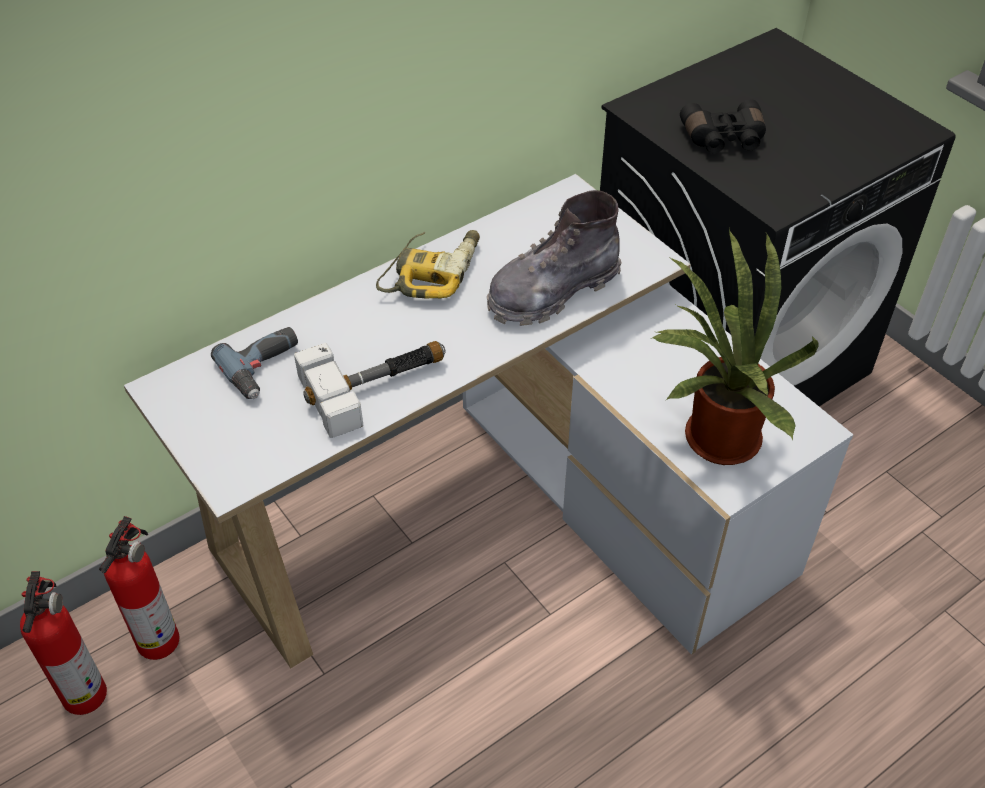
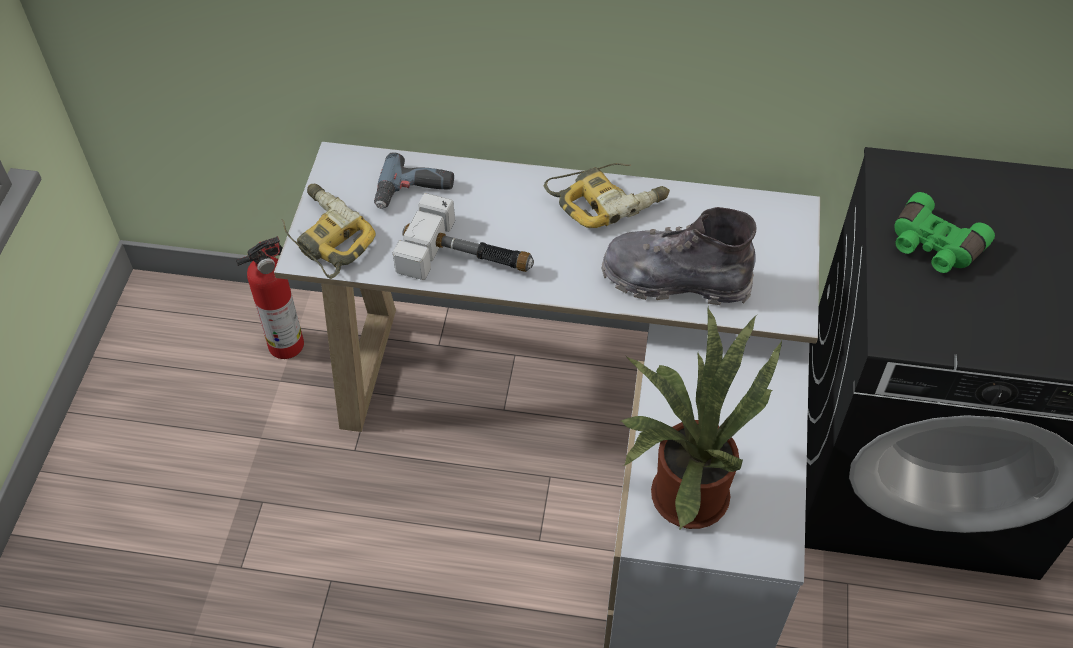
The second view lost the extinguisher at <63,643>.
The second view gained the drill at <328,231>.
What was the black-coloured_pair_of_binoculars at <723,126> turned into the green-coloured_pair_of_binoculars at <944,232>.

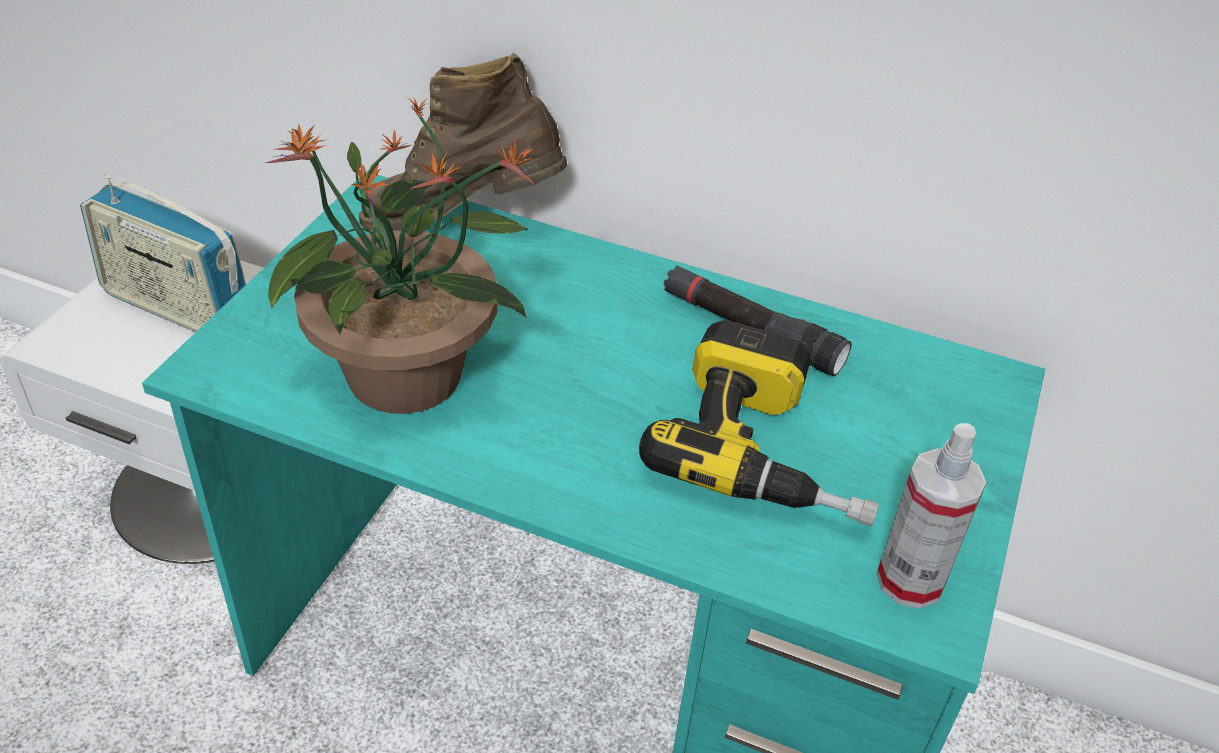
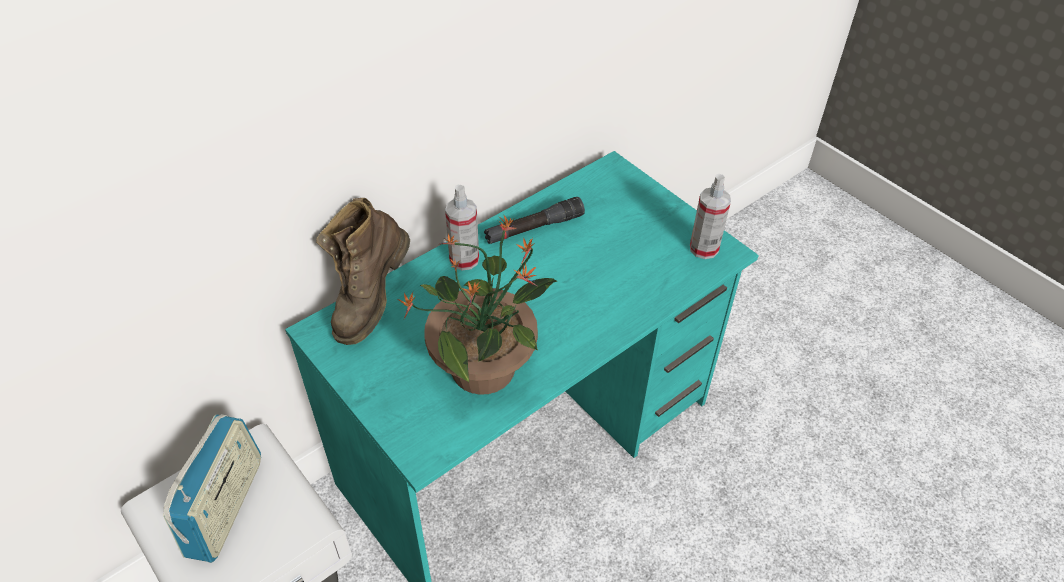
The second view lost the drill at <759,423>.
The second view gained the hand_sprayer at <462,227>.
The radio_receiver at <163,253> ended up facing another way, 45 degrees counterclockwise from before.

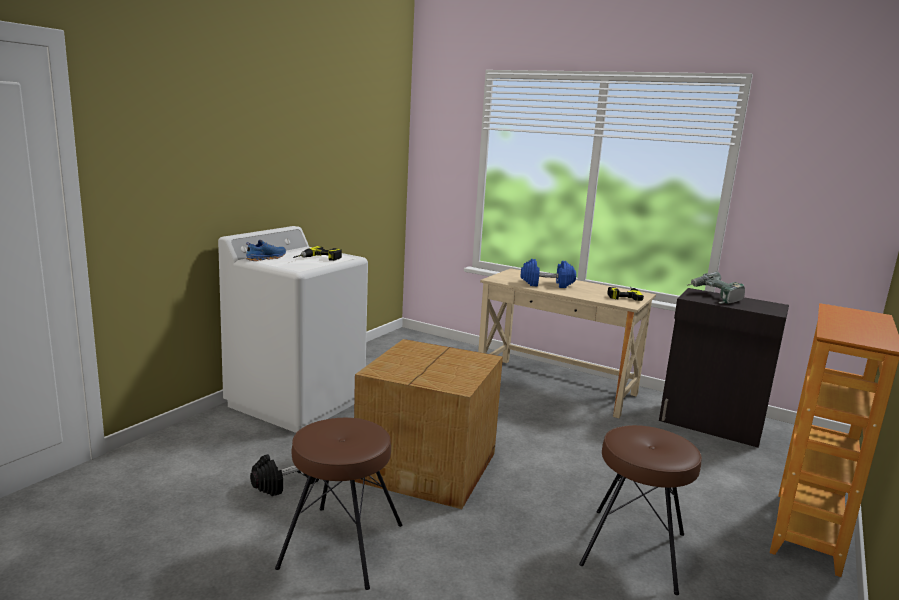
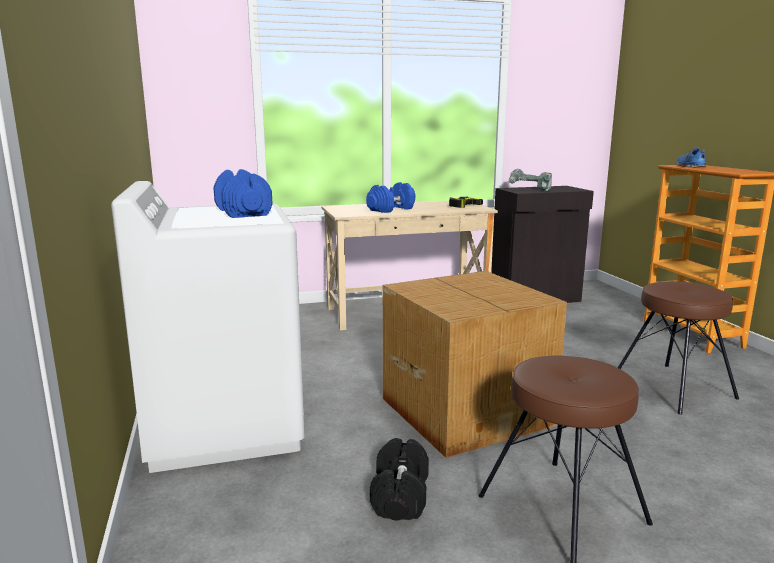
The blue_low_shoe ended up elsewhere, having gone from <265,250> to <691,157>.
Where the drill stood at <317,253>, the blue_dumbbell came to stand at <243,193>.

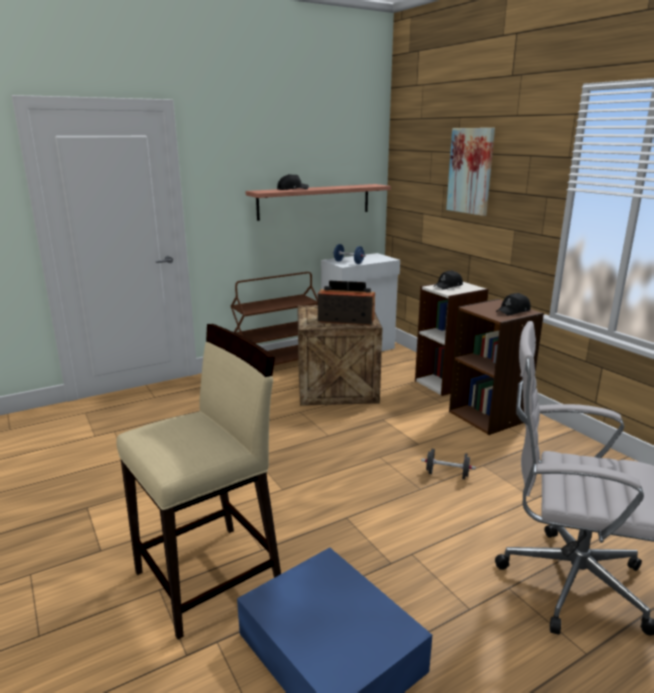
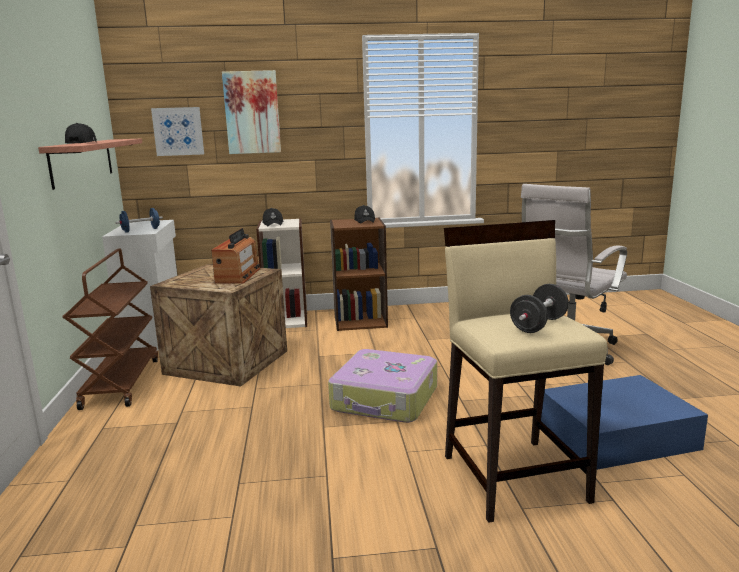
The second view gained the wall_picture at <177,131>.
The second view gained the piece_of_luggage at <382,386>.
The black-coloured_dumbbell ended up elsewhere, having gone from <448,464> to <539,308>.
The radio_receiver at <346,303> ended up facing another way, 150 degrees clockwise from before.

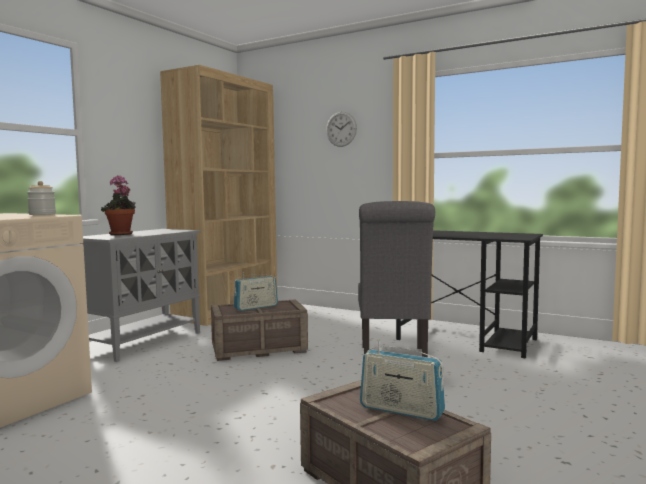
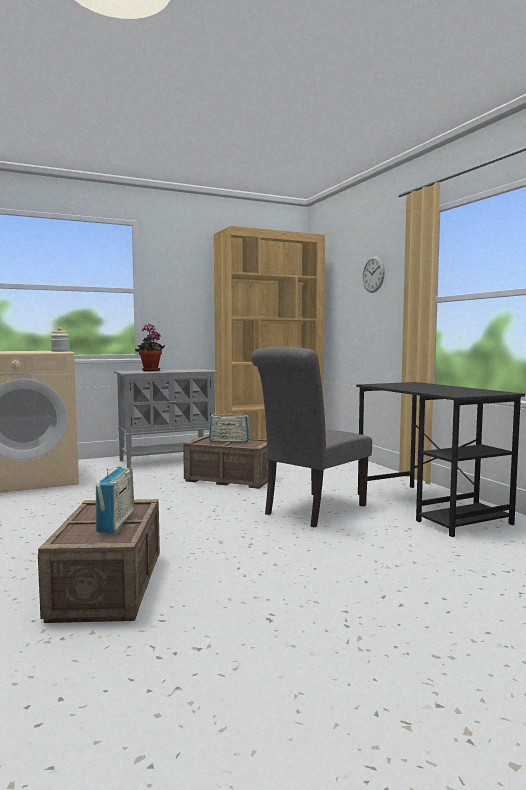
The radio_receiver at <402,380> ended up facing another way, 150 degrees counterclockwise from before.

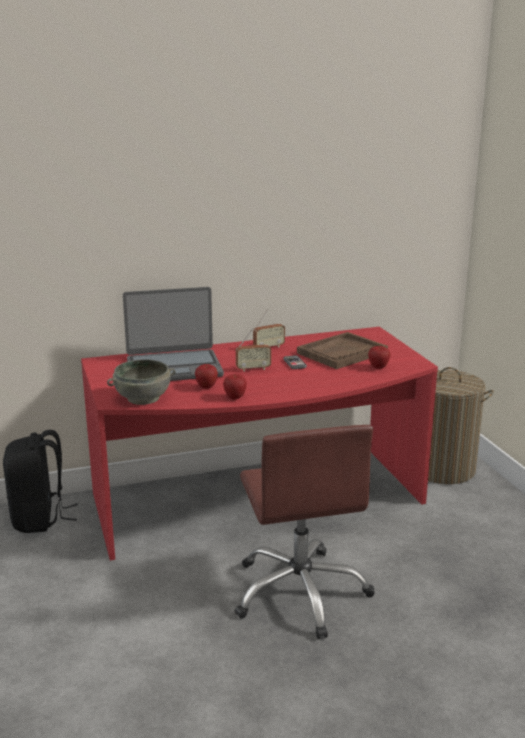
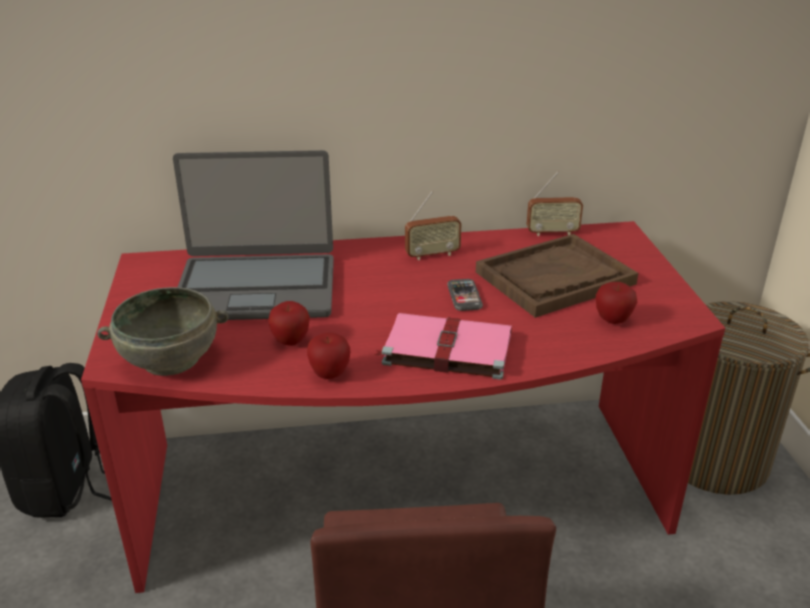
The second view gained the pink-coloured_book at <443,346>.
The radio_receiver ended up elsewhere, having gone from <253,350> to <555,203>.

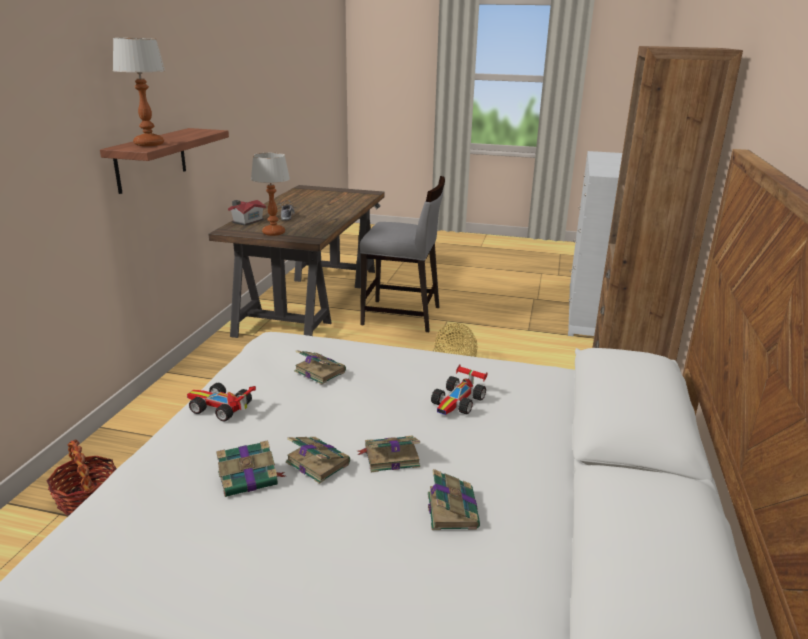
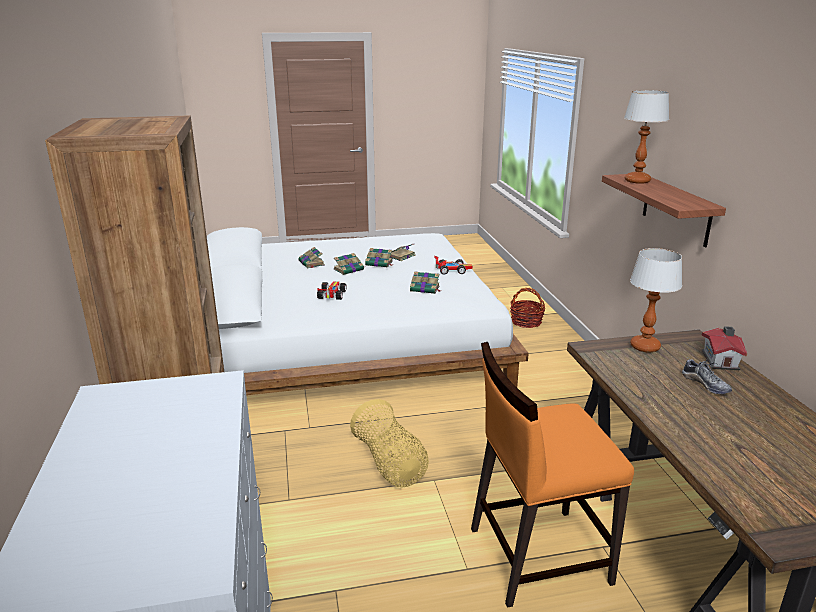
What was the grey_upright_chair at <402,254> turned into the orangey_upright_chair at <552,475>.

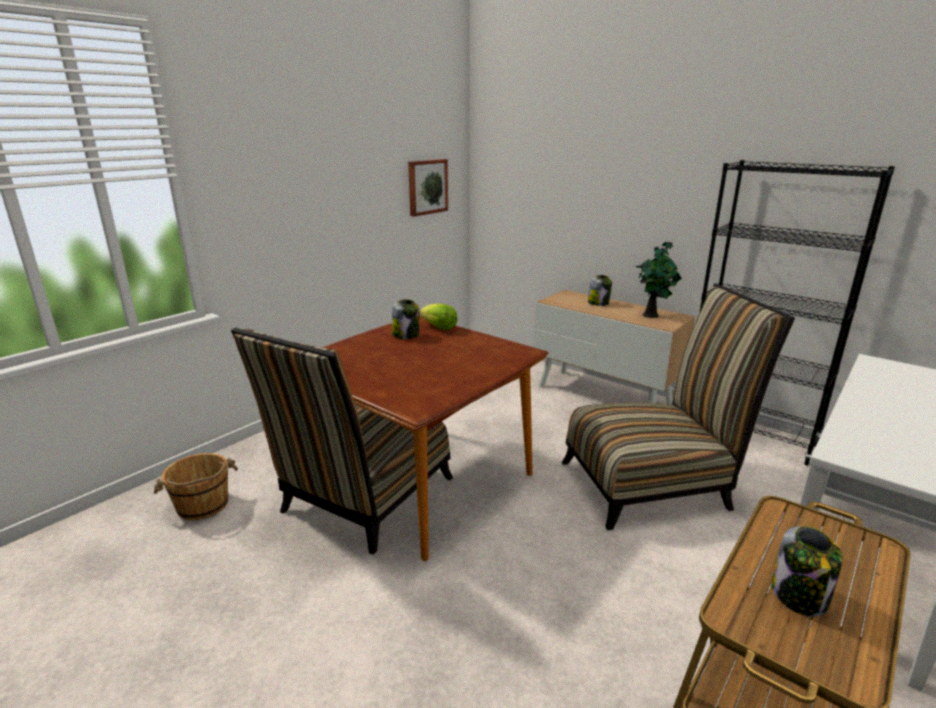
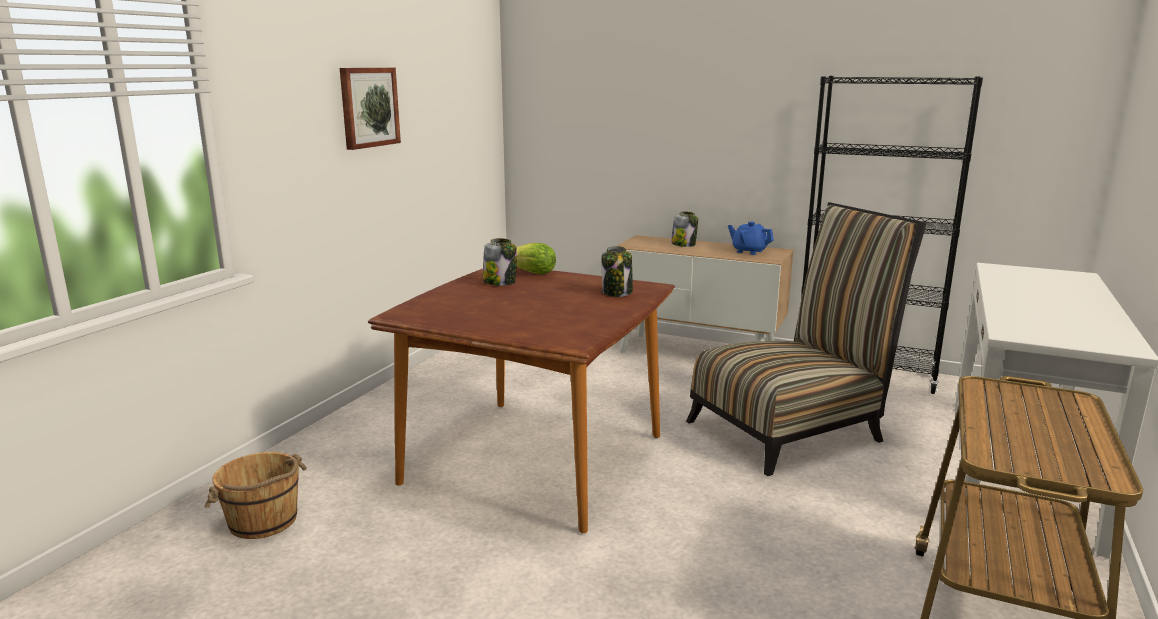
The second view lost the upright_chair at <342,441>.
The wall_picture ended up elsewhere, having gone from <428,188> to <370,109>.
The storage_jar ended up elsewhere, having gone from <807,571> to <617,271>.
Where the houseplant stood at <658,280>, the blue_teapot came to stand at <751,238>.

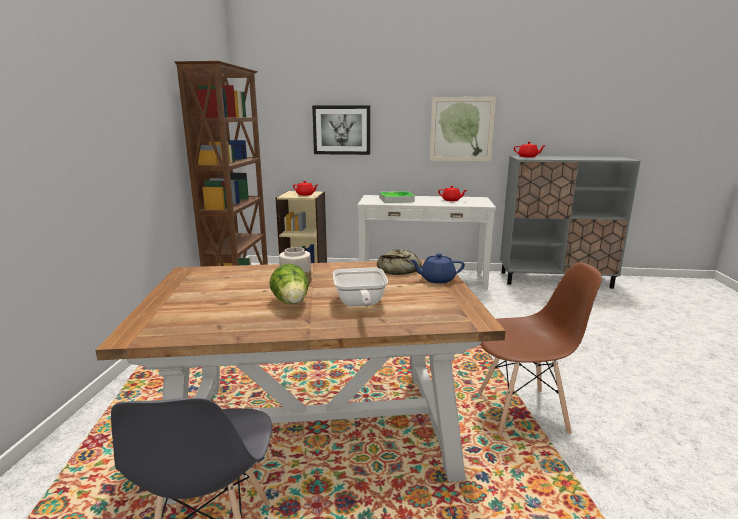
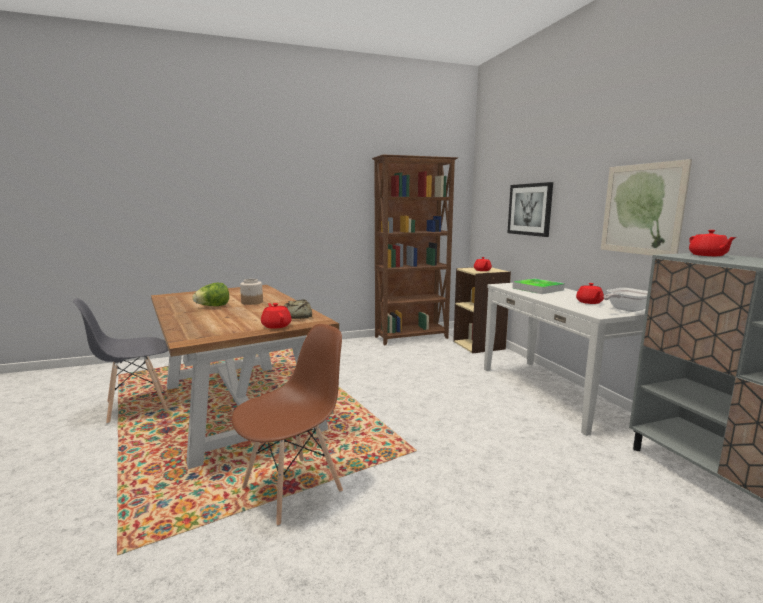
The pan ended up elsewhere, having gone from <360,287> to <626,300>.
What was the blue_teapot at <437,268> turned into the reddish_teapot at <276,316>.
The brown_upright_chair at <540,348> ended up facing another way, 105 degrees counterclockwise from before.

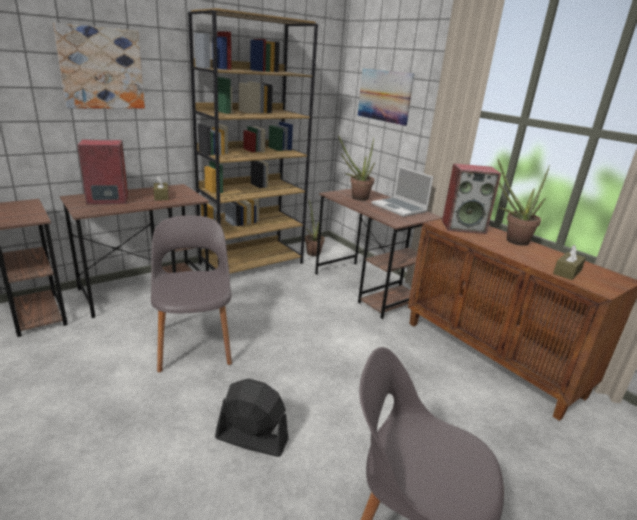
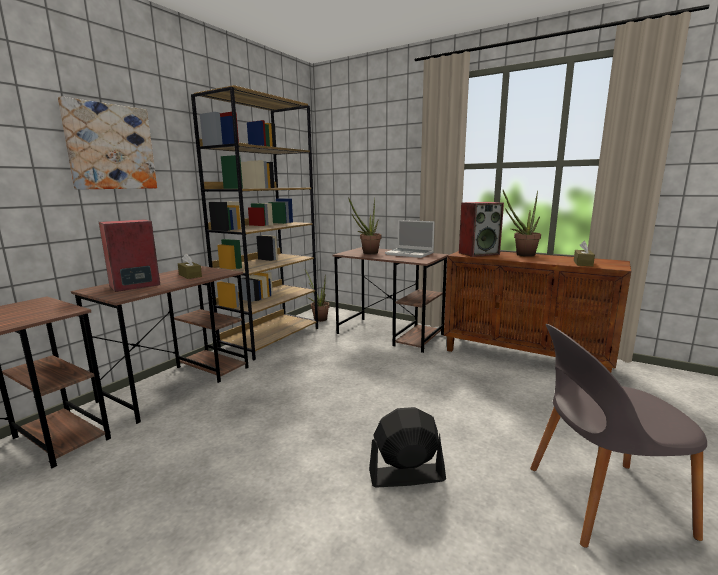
The second view lost the grey_upright_chair at <191,294>.
The second view lost the wall_picture at <386,97>.

